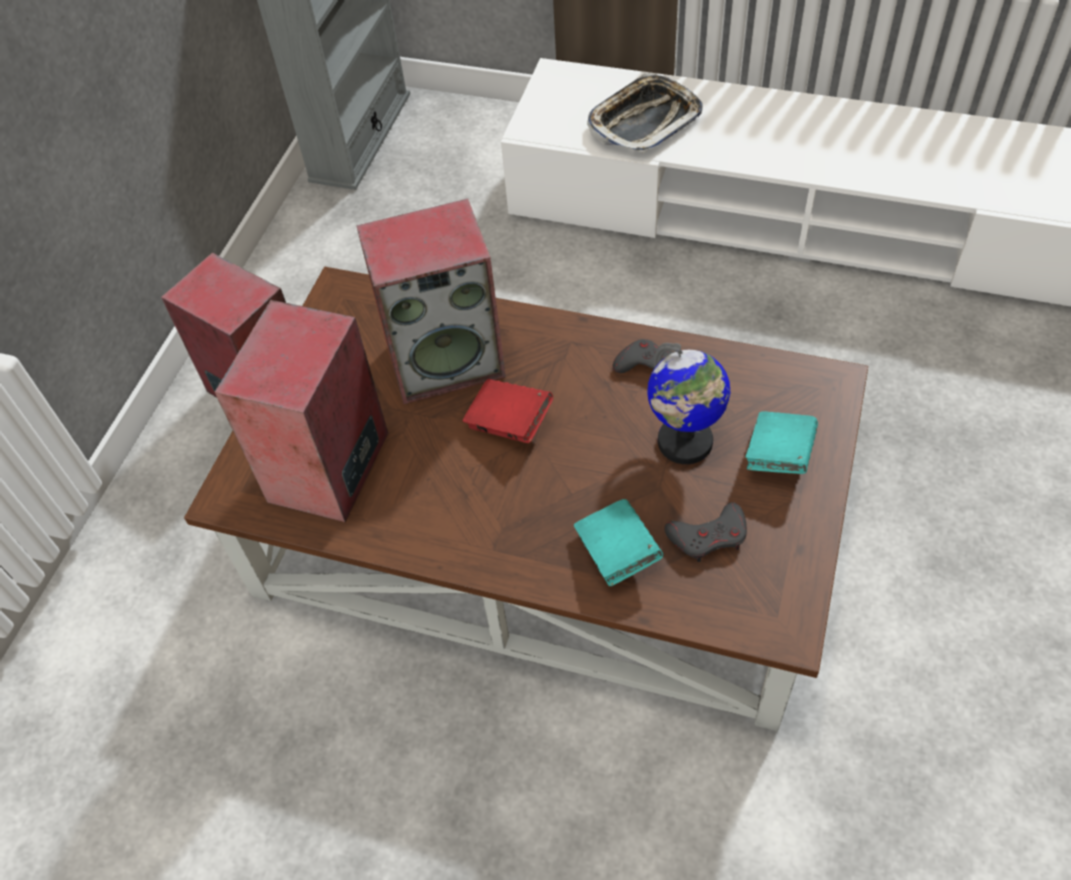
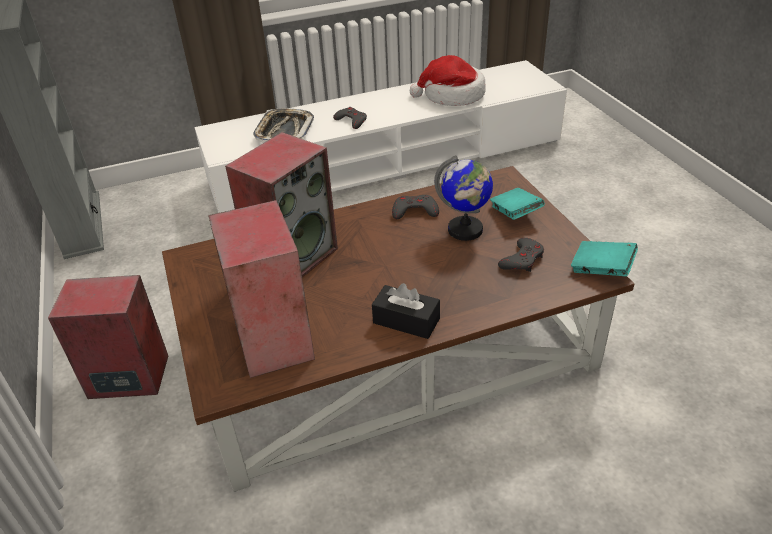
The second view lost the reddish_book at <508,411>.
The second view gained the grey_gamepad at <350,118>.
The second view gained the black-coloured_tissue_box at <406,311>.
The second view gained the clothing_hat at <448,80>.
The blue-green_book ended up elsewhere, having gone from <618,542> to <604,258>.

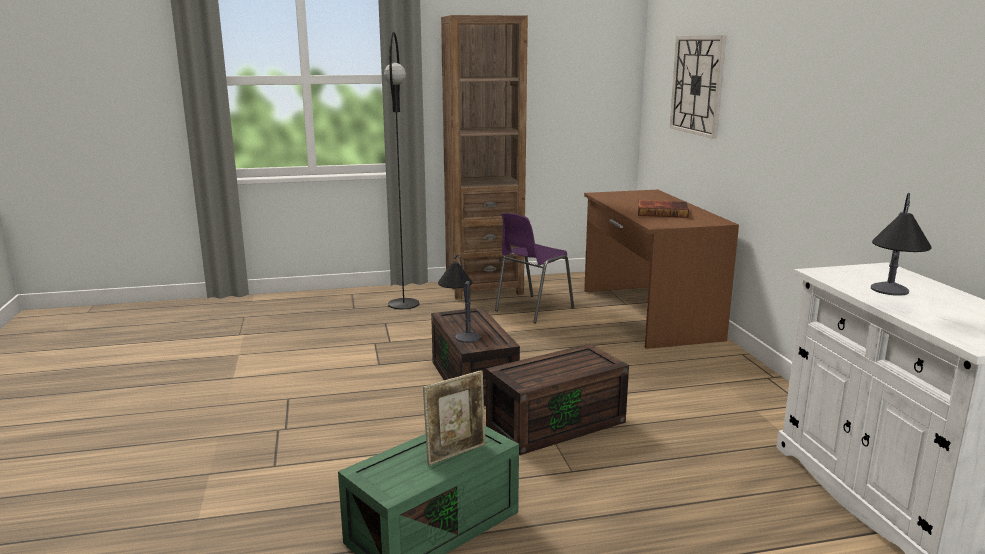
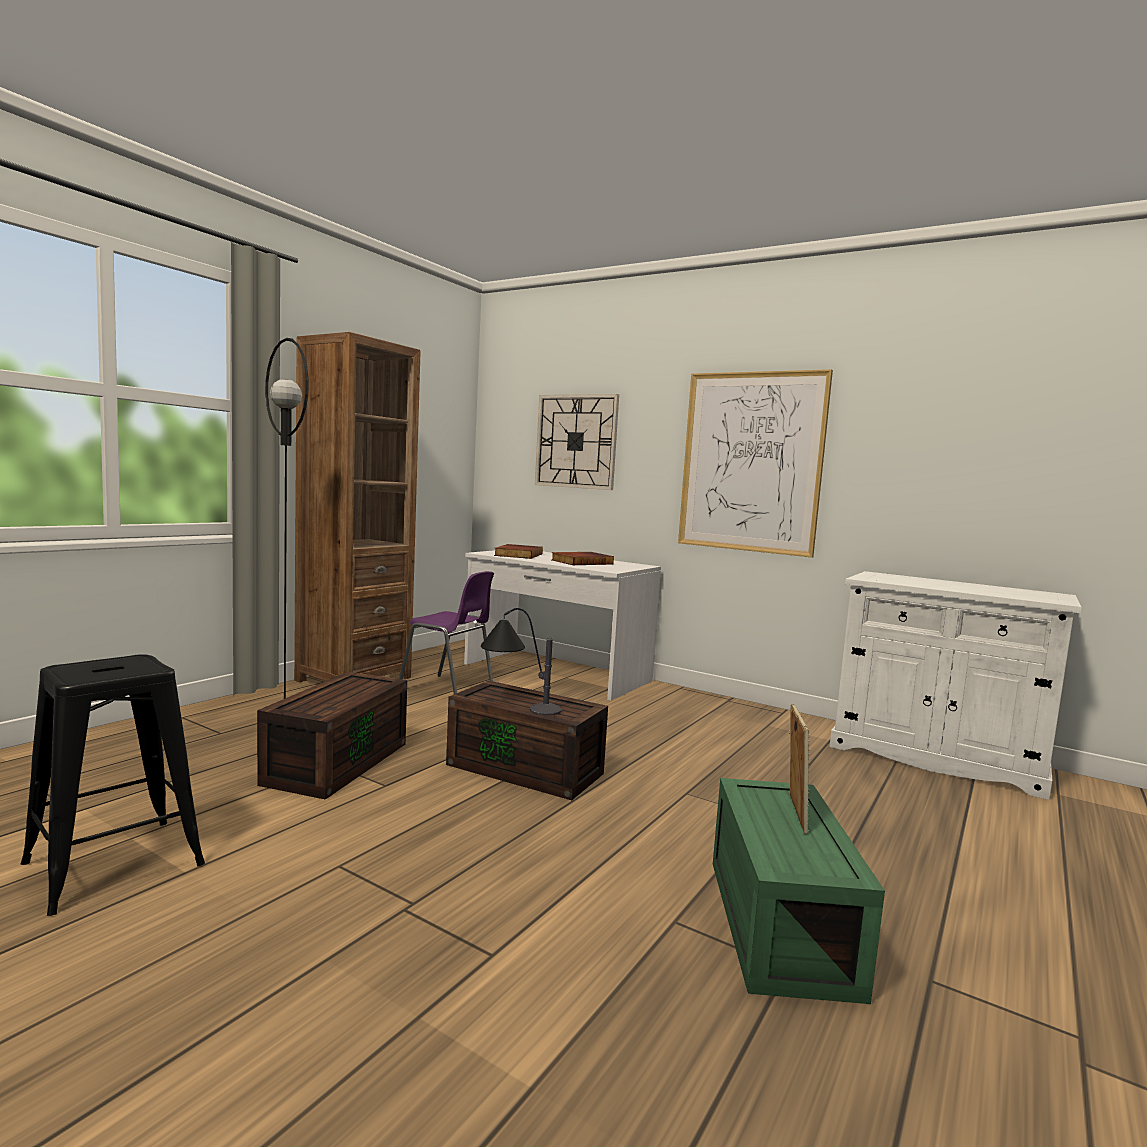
The second view lost the table_lamp at <901,244>.
The second view gained the black-coloured_stool at <113,785>.
The second view gained the book at <518,551>.
The second view gained the wall_picture at <755,463>.
The brown_storage_box ended up elsewhere, having gone from <557,399> to <332,736>.
What was the brown_desk_unit at <661,269> turned into the whitish_desk_unit at <562,625>.
The purple_upright_chair at <534,268> ended up facing another way, 60 degrees counterclockwise from before.

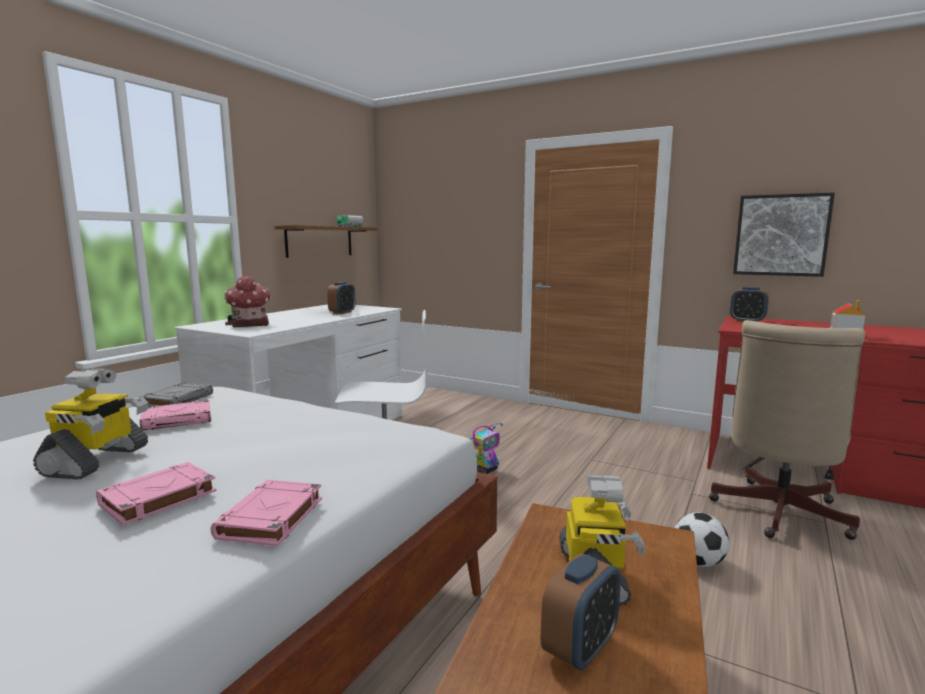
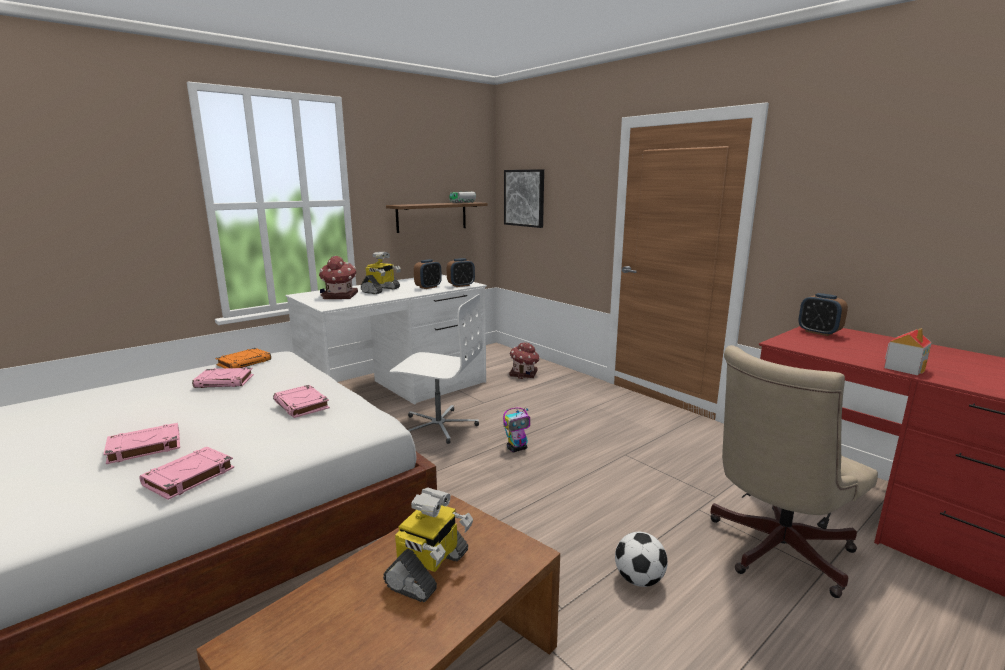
The second view gained the pink-coloured_book at <301,401>.
The second view gained the miniature_house at <524,360>.
The toy_robot ended up elsewhere, having gone from <90,424> to <381,273>.
The alarm_clock ended up elsewhere, having gone from <581,612> to <461,272>.
The wall_picture ended up elsewhere, having gone from <784,235> to <524,198>.
What was the grey_book at <176,395> turned into the orangey_book at <243,358>.

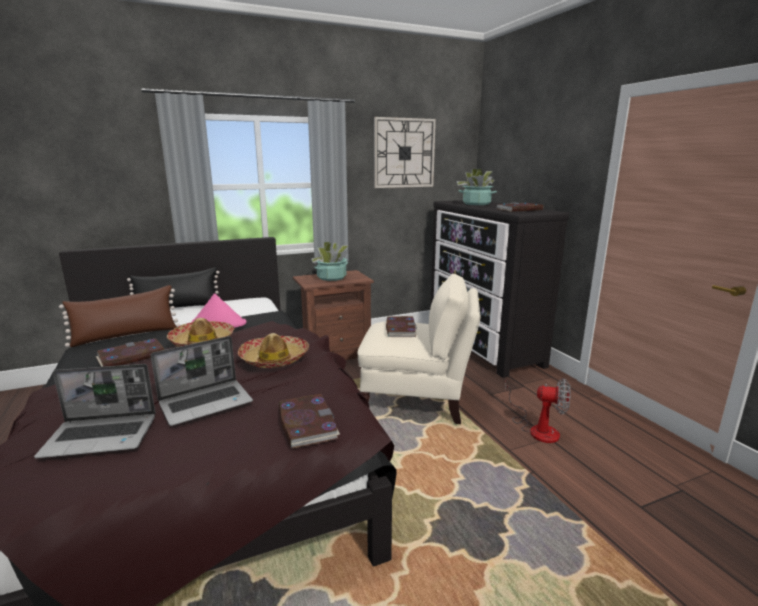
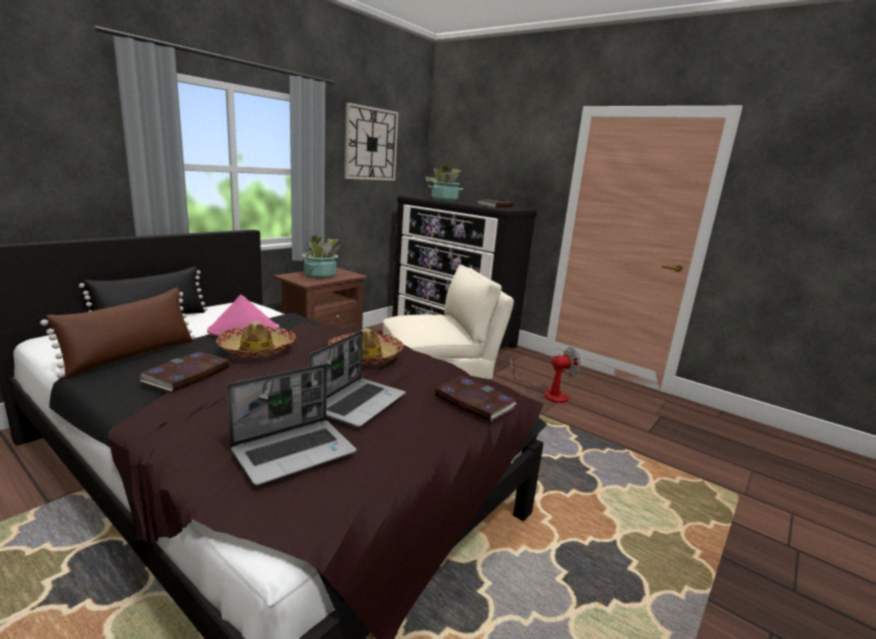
The second view lost the book at <401,326>.

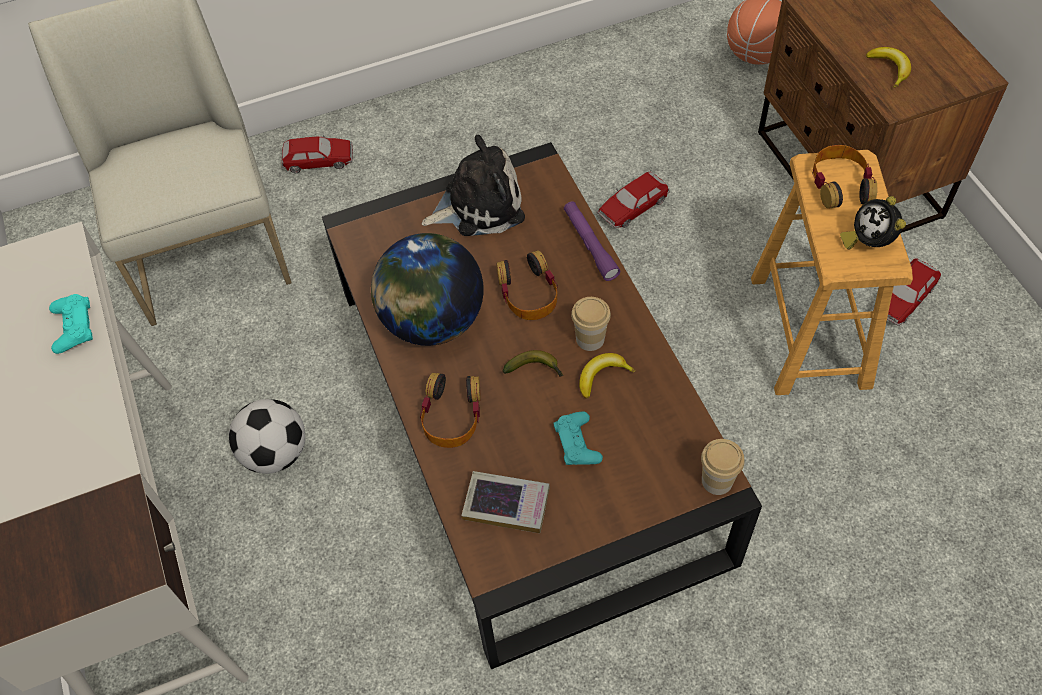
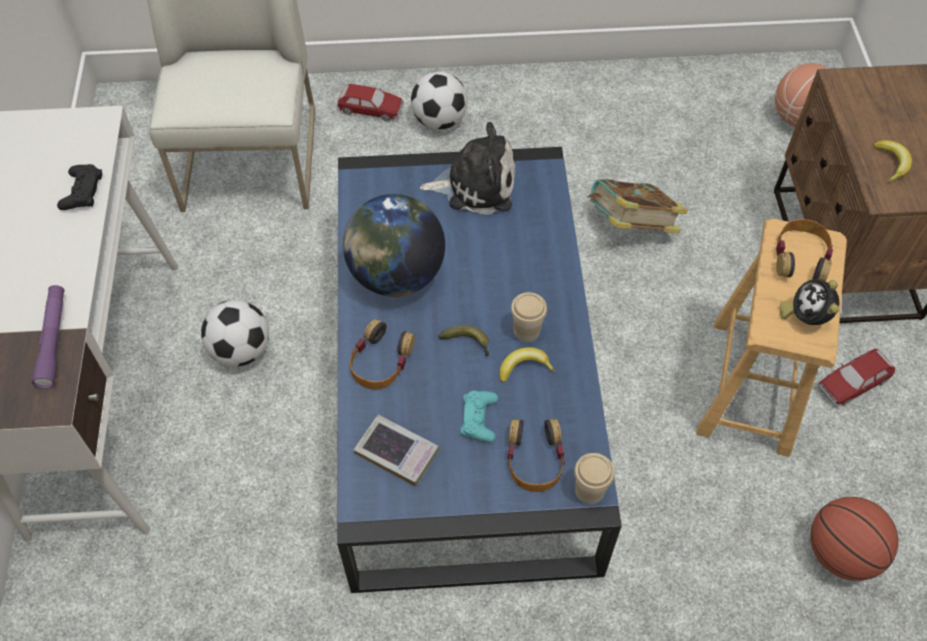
The second view gained the football at <439,100>.
The second view gained the ball_for_basketball at <854,539>.
The headphones ended up elsewhere, having gone from <526,285> to <536,455>.
The purple_torch ended up elsewhere, having gone from <592,241> to <48,337>.
Where the miniature_car stood at <633,200>, the book came to stand at <637,206>.
What was the blue-green_gamepad at <71,324> turned into the black-coloured_gamepad at <79,187>.
What was the brown_lounge_table at <542,406> turned into the blue_lounge_table at <479,370>.

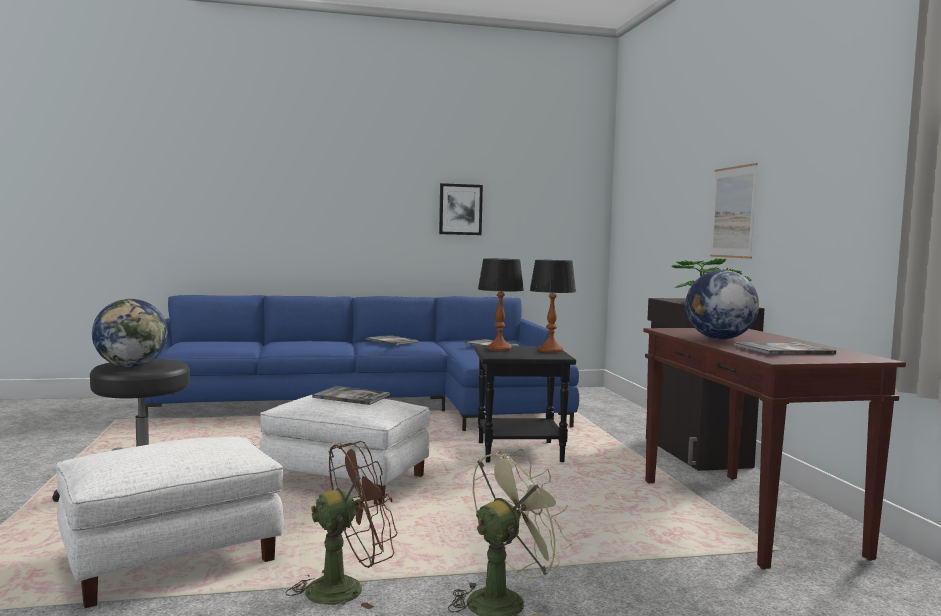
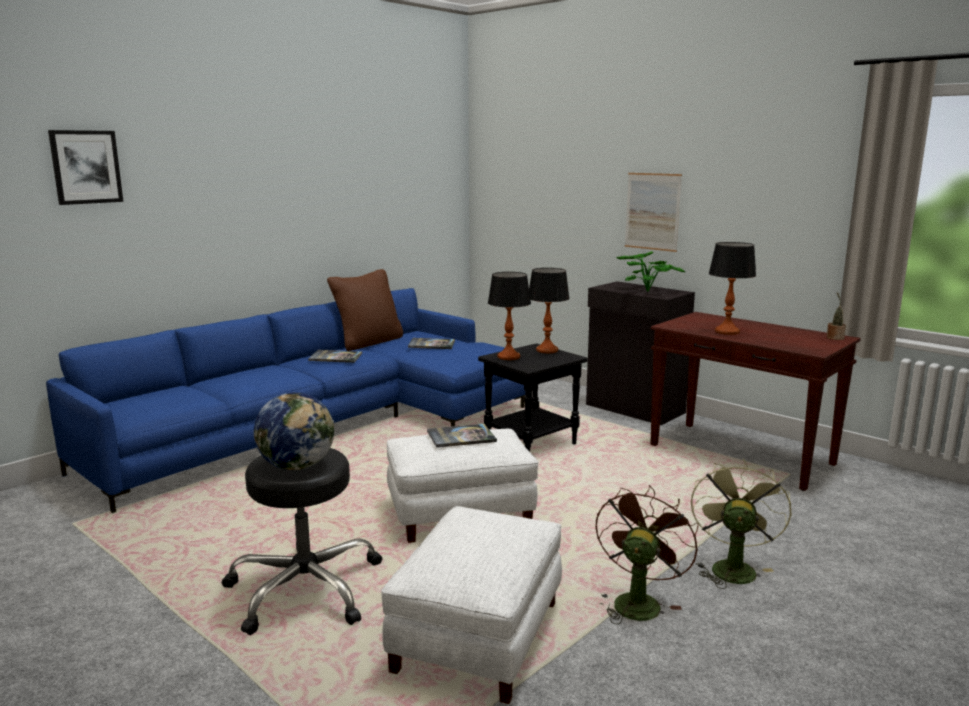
The second view lost the book at <785,348>.
The second view gained the brown_throw_pillow at <365,310>.
The second view gained the houseplant at <836,316>.
The wall_picture ended up elsewhere, having gone from <461,209> to <85,167>.
Where the desk_globe stood at <722,304>, the table_lamp came to stand at <732,288>.

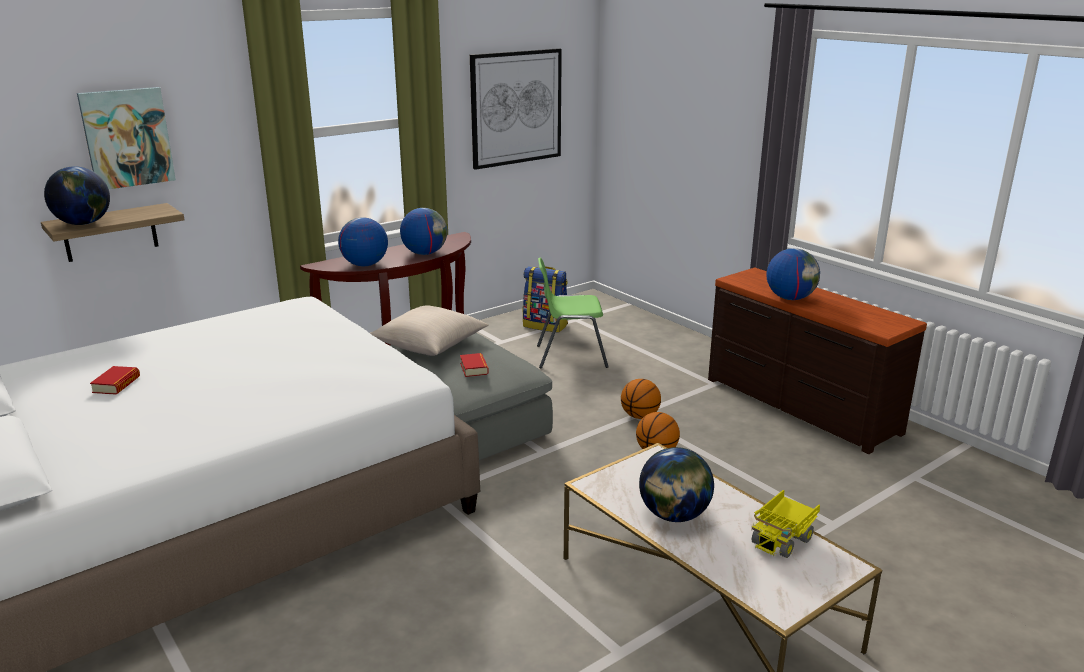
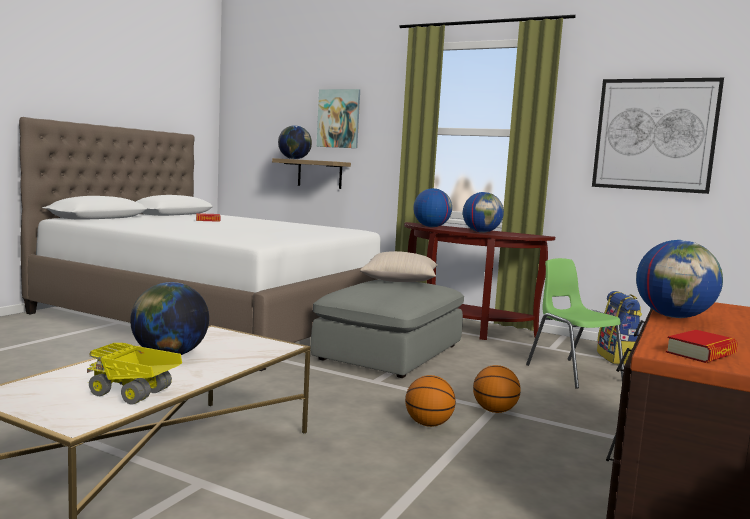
The book ended up elsewhere, having gone from <474,365> to <702,346>.

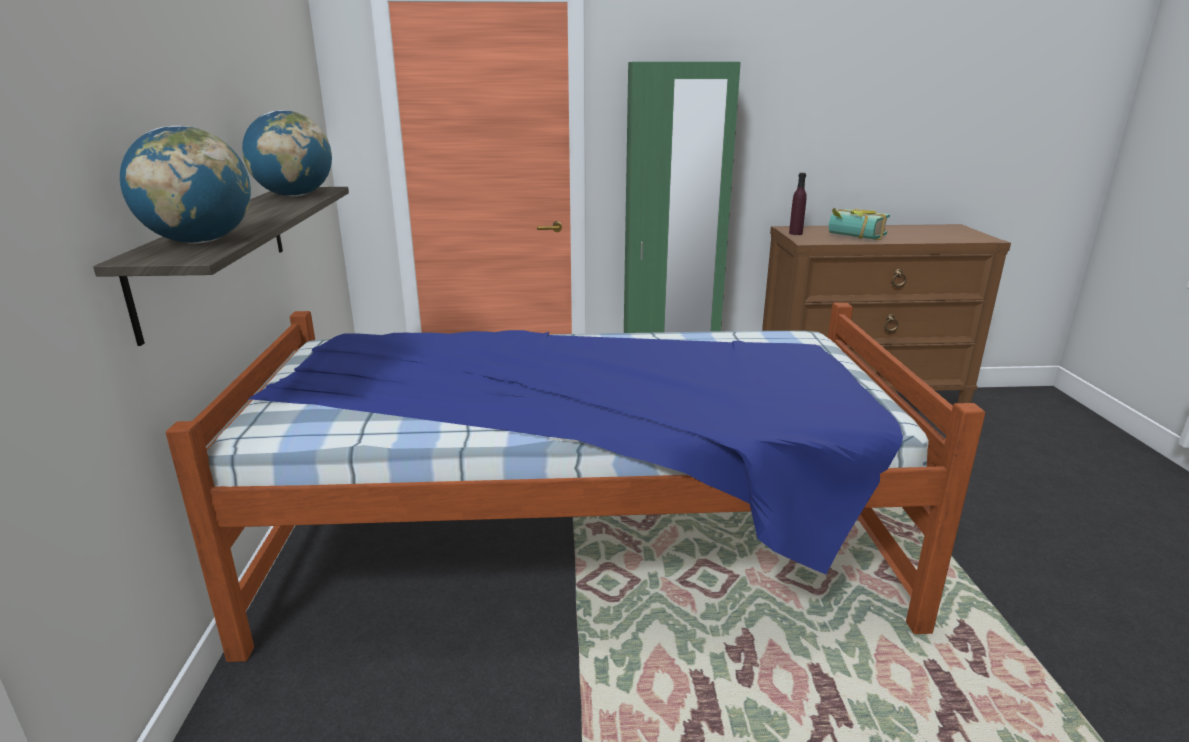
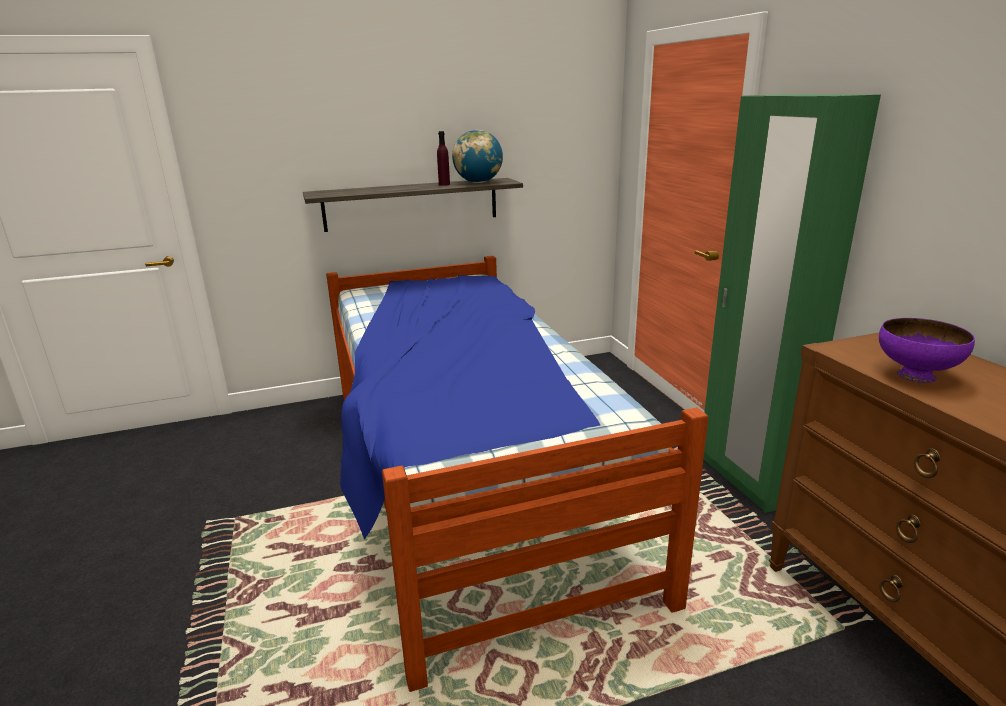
The second view lost the desk_globe at <185,184>.
The purple_beverage_bottle ended up elsewhere, having gone from <798,204> to <443,158>.
Where the book stood at <859,224>, the purple_bowl came to stand at <927,350>.

